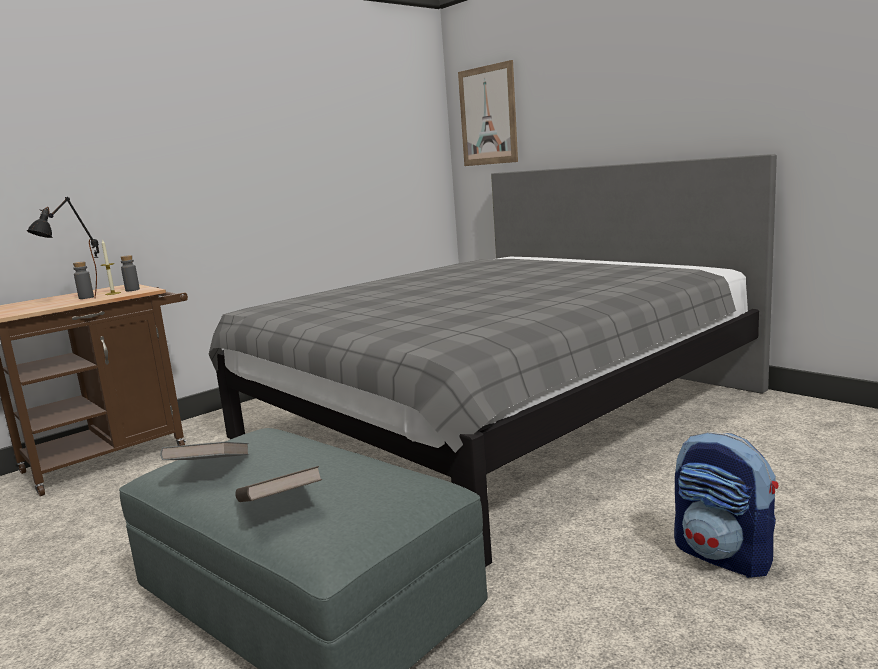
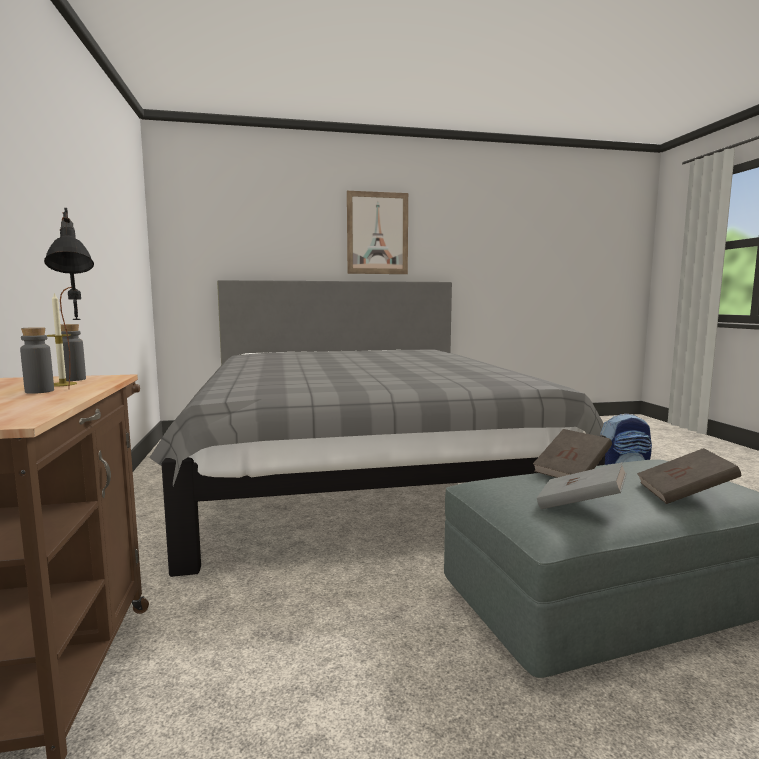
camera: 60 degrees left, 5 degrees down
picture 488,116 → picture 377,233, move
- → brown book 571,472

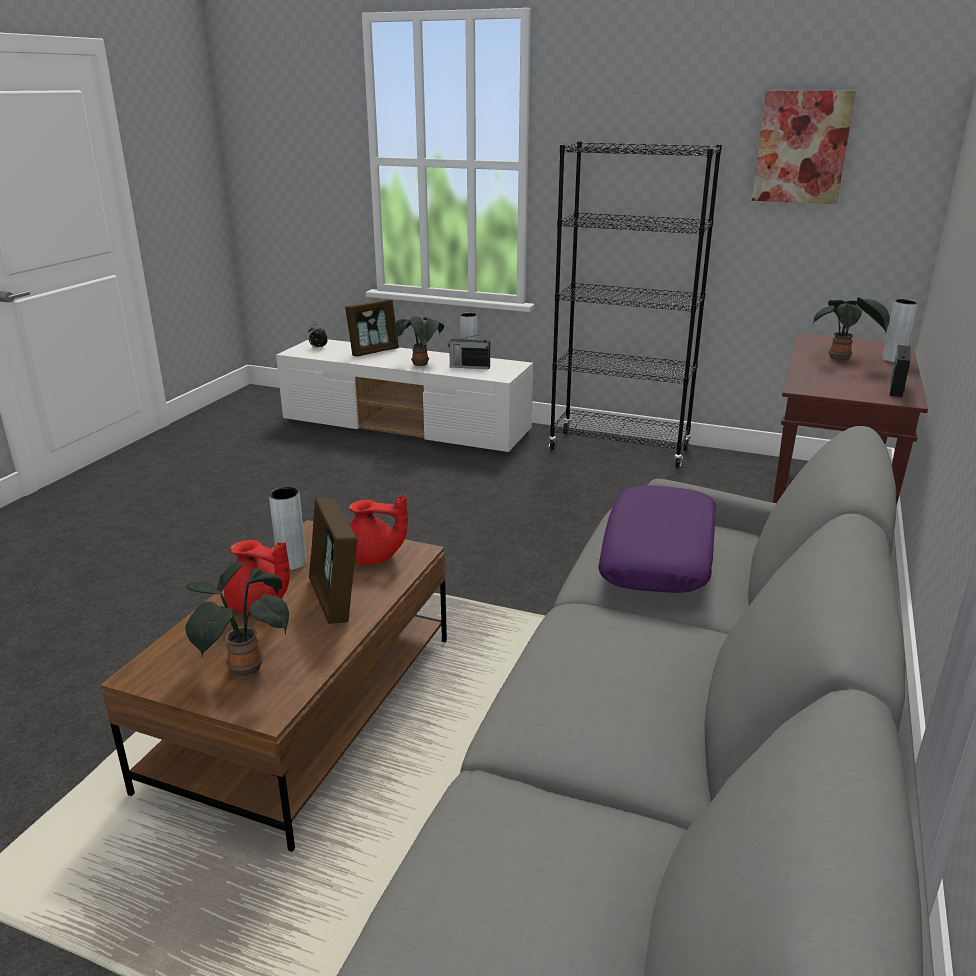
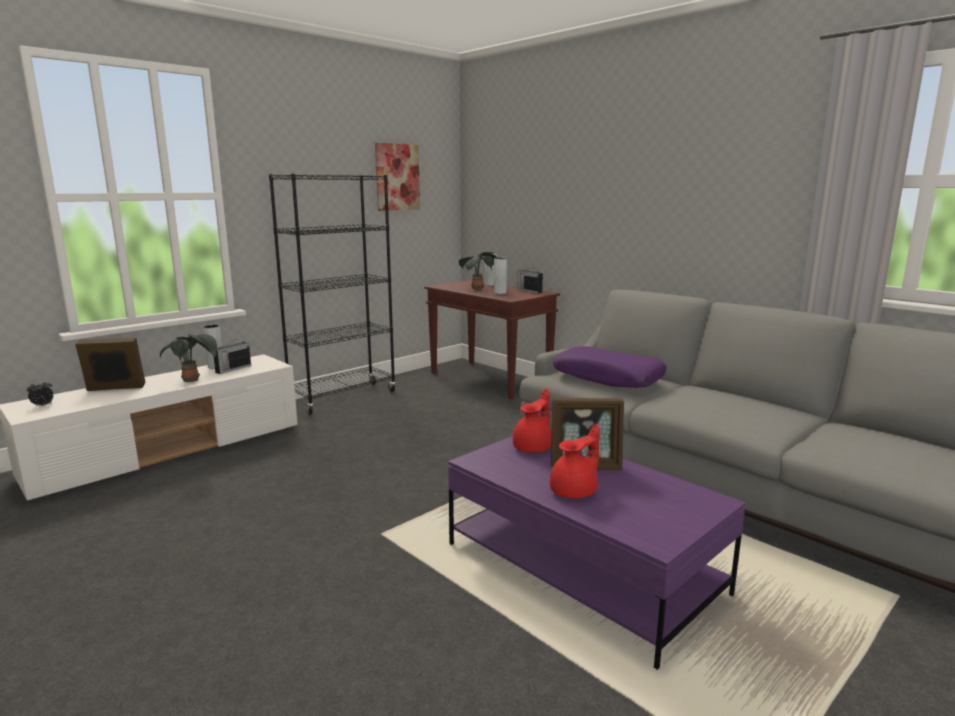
camera: 65 degrees left, 10 degrees down
photo frame 374,351 → photo frame 115,389, 90 degrees counterclockwise
greyish vase 292,563 → greyish vase 500,293, move
brown coffee table 307,710 → purple coffee table 582,569
houseplant 243,667 → -

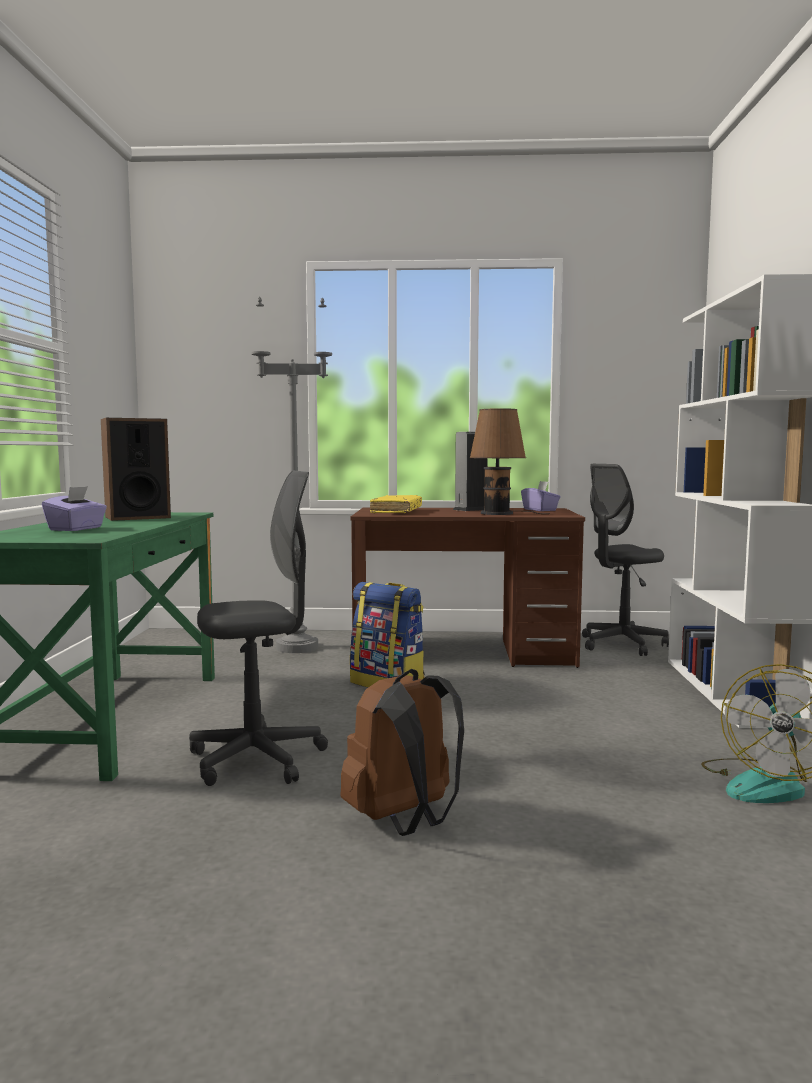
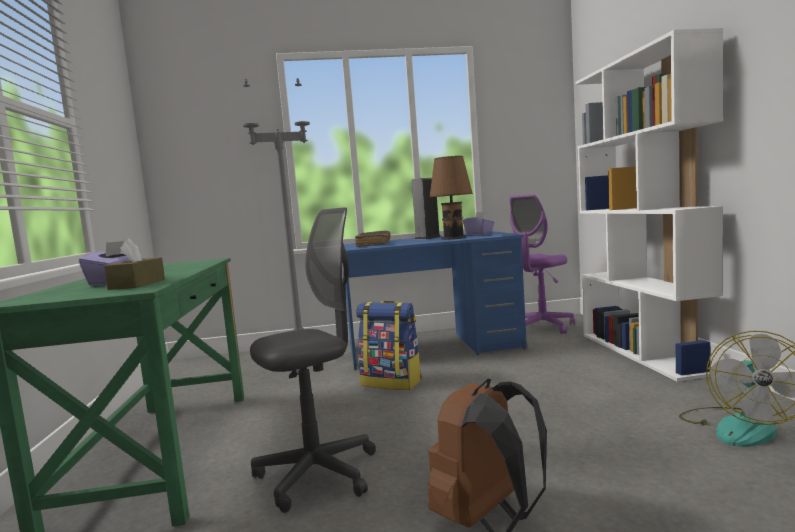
camera: 10 degrees left, 0 degrees up
speaker 137,517 → -
greyish computer chair 622,644 → purple computer chair 542,327
yellowish book 396,511 → brown book 374,244
brown desk table 464,653 → bluish desk table 434,348
- → brown box of tissues 137,284

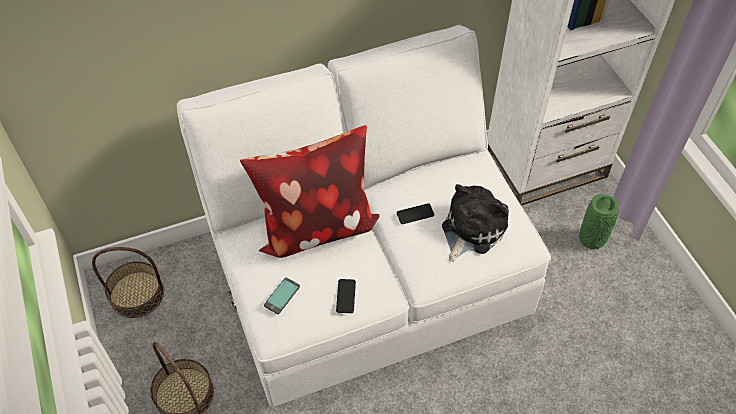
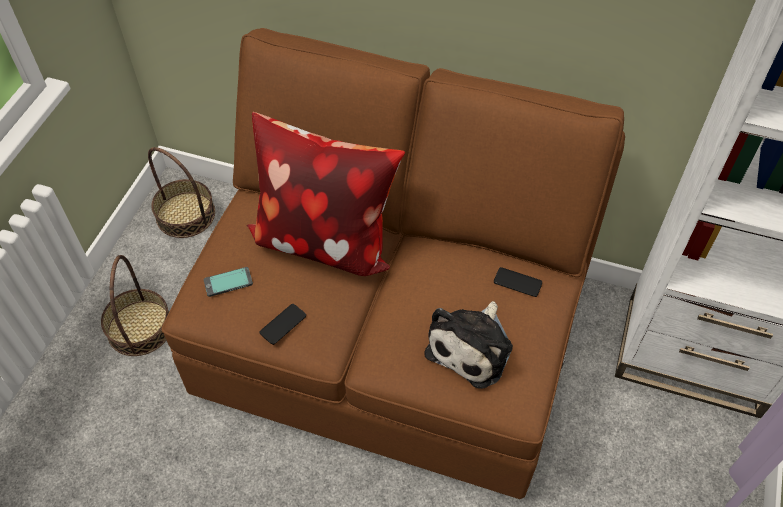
camera: 40 degrees right, 0 degrees up
white-coloured settee 367,277 → brown settee 391,340
plush toy 471,229 → plush toy 472,347, 135 degrees clockwise
green vase 592,238 → -
telephone 415,214 → telephone 517,282, move

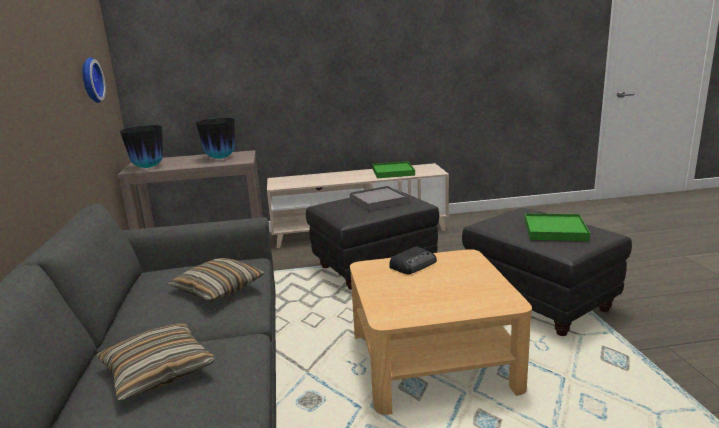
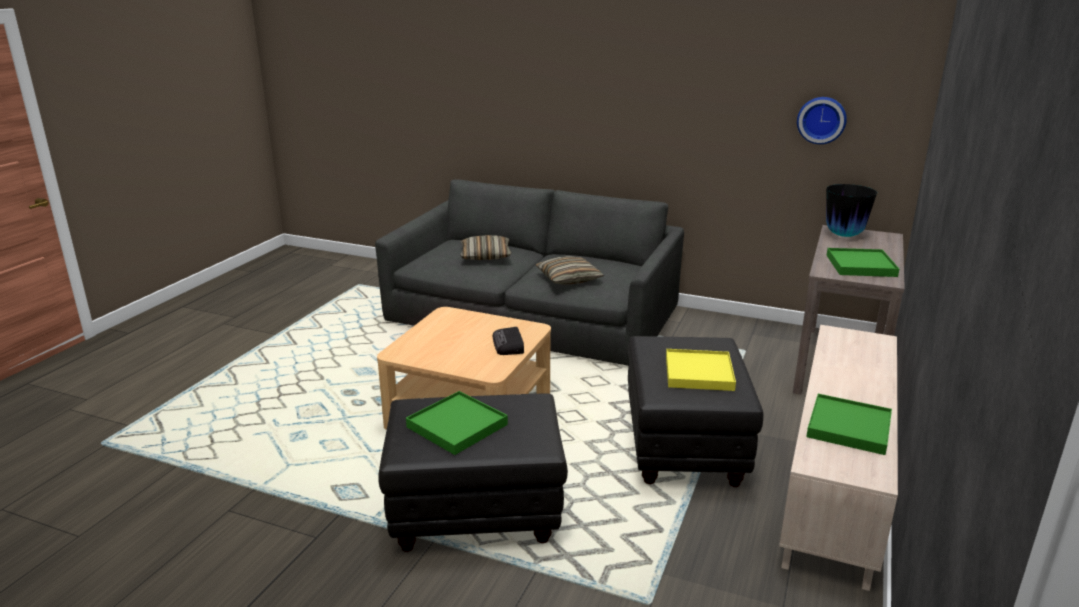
camera: 120 degrees right, 5 degrees up
vase 220,158 → green carrying tray 860,266
greyish carrying tray 378,200 → yellowish carrying tray 699,373

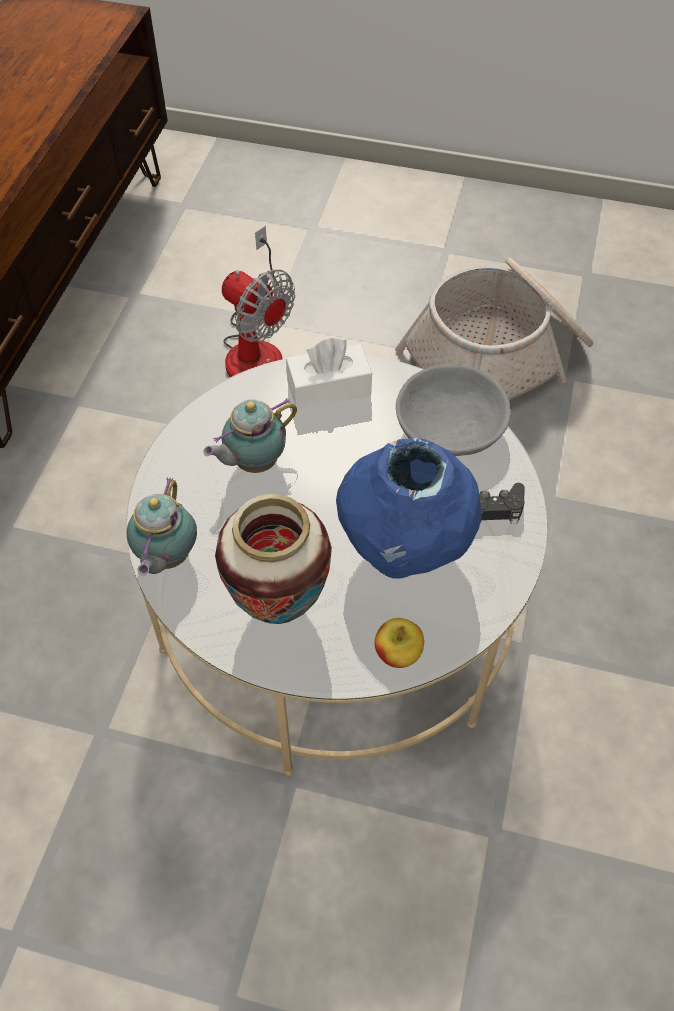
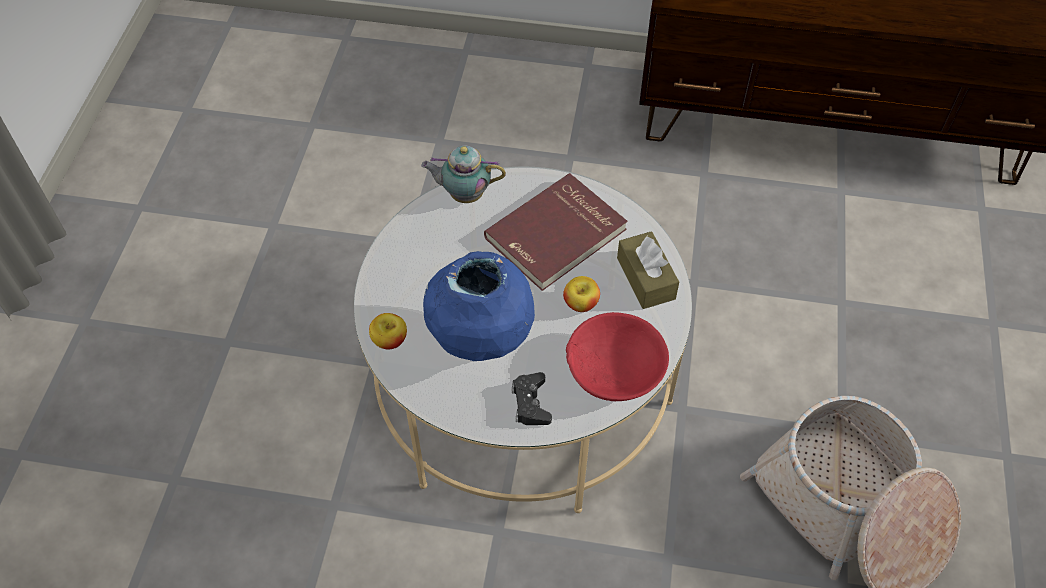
camera: 85 degrees right, 0 degrees up
electric fan 257,348 → -
white-coloured box of tissues 329,388 → brown box of tissues 646,278
greyish serving bowl 450,428 → reddish serving bowl 615,370
pot for tea 253,463 → reddish book 557,235
vase 278,607 → -
- → whole apple 581,303

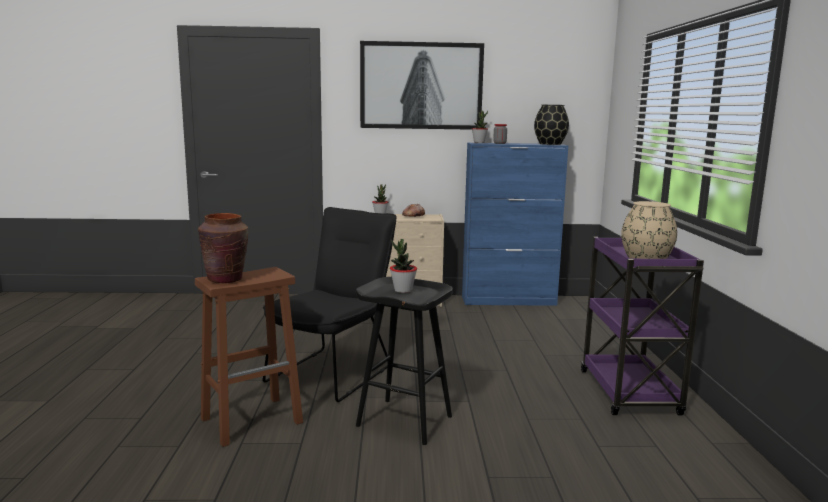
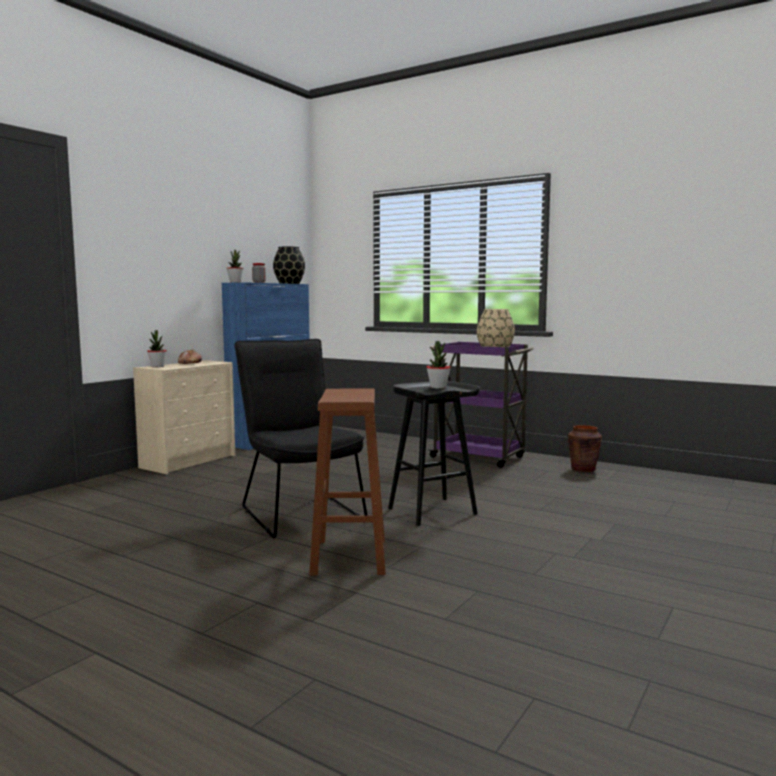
camera: 55 degrees left, 5 degrees down
picture 421,86 → -
brown vase 225,279 → brown vase 583,469, move

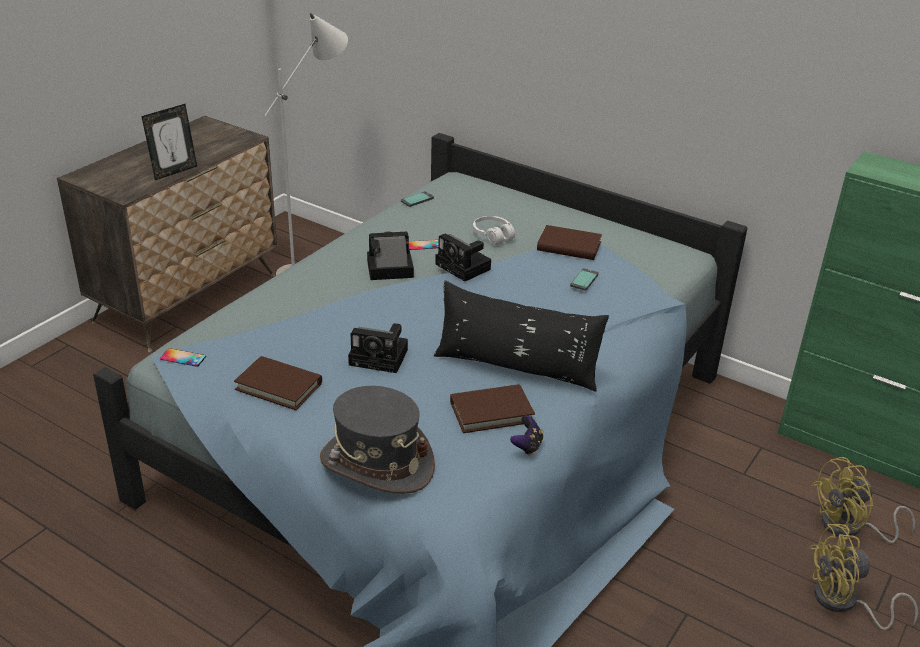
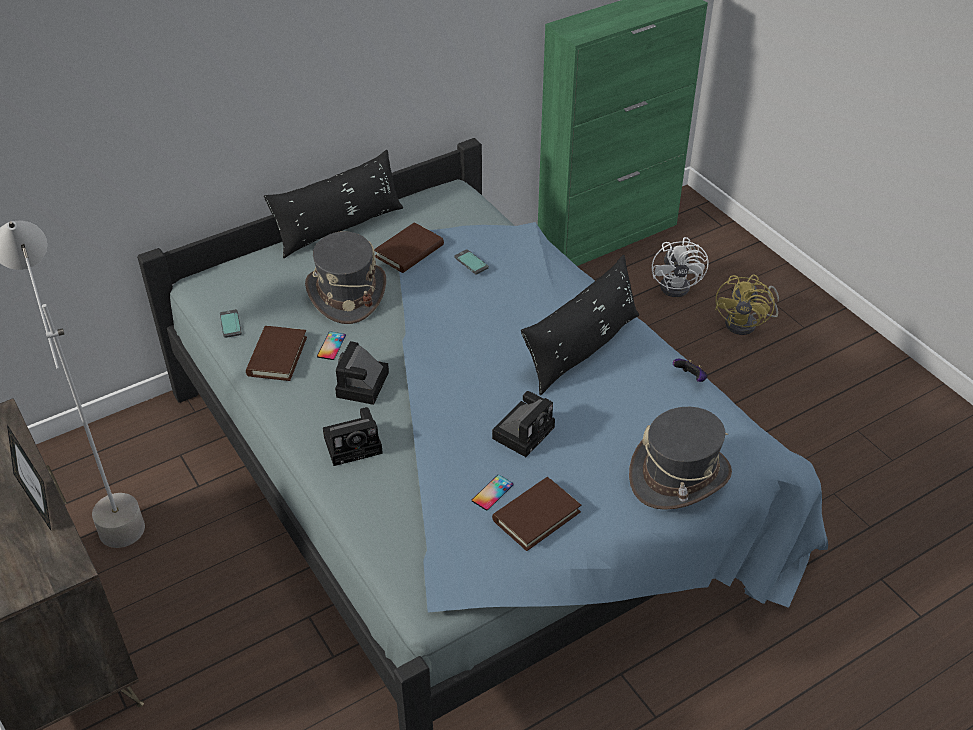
camera: 65 degrees left, 10 degrees up
white-coloured pair of headphones 493,236 → greyish clothing hat 346,294
photo camera 465,267 → photo camera 355,444, move
telephone 183,358 → telephone 492,492, move
brown book 491,412 → brown book 277,356, move
yellowish electric fan 850,528 → white-coloured electric fan 679,285
- → blackish throw pillow 339,228

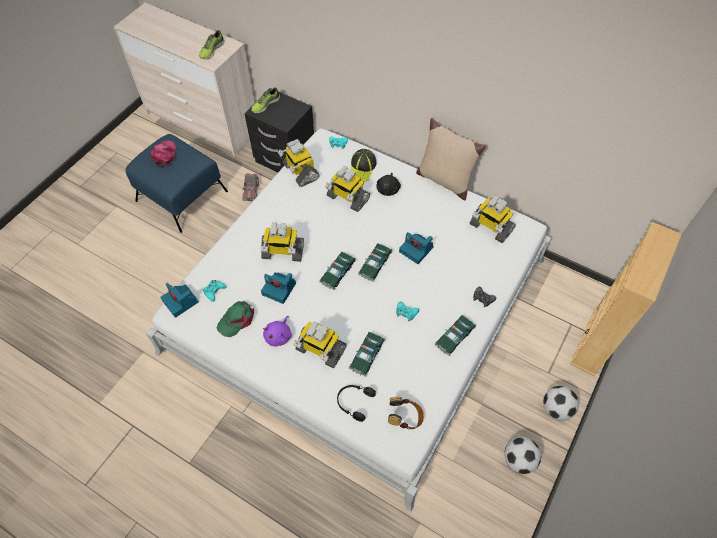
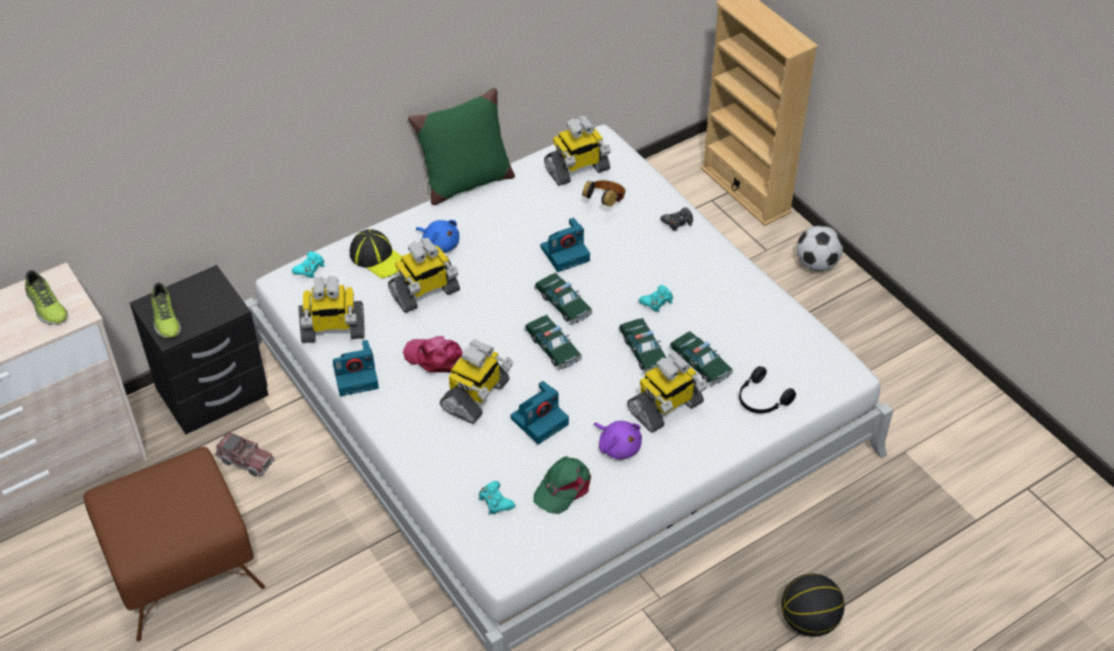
camera: 65 degrees left, 10 degrees down
sand-coloured throw pillow 444,180 → green throw pillow 465,183
bluish ottoman 181,195 → brown ottoman 179,564
pinkish baseball cap 164,155 → pinkish baseball cap 435,357, move
blackish plush toy 388,189 → bluish plush toy 439,245
photo camera 181,302 → photo camera 357,376, move
green baseball cap 237,319 → green baseball cap 563,487, 60 degrees clockwise
toy car 454,337 → toy car 643,351, move
pair of headphones 405,418 → pair of headphones 605,203, move
football 518,460 → -
- → basketball 809,621

